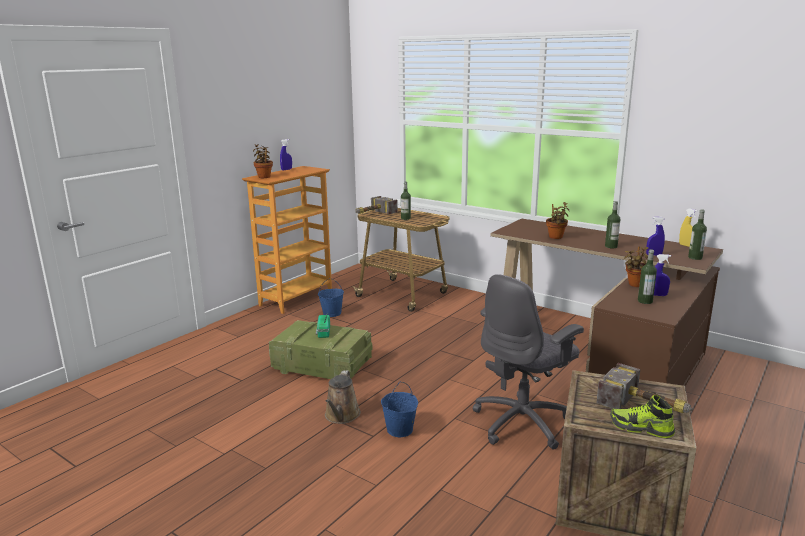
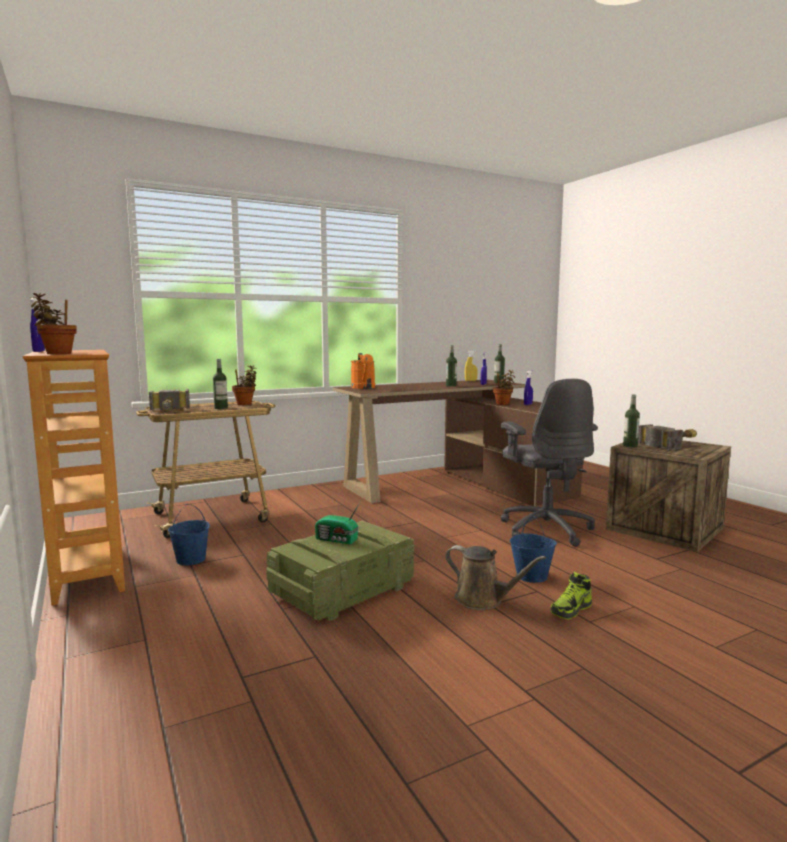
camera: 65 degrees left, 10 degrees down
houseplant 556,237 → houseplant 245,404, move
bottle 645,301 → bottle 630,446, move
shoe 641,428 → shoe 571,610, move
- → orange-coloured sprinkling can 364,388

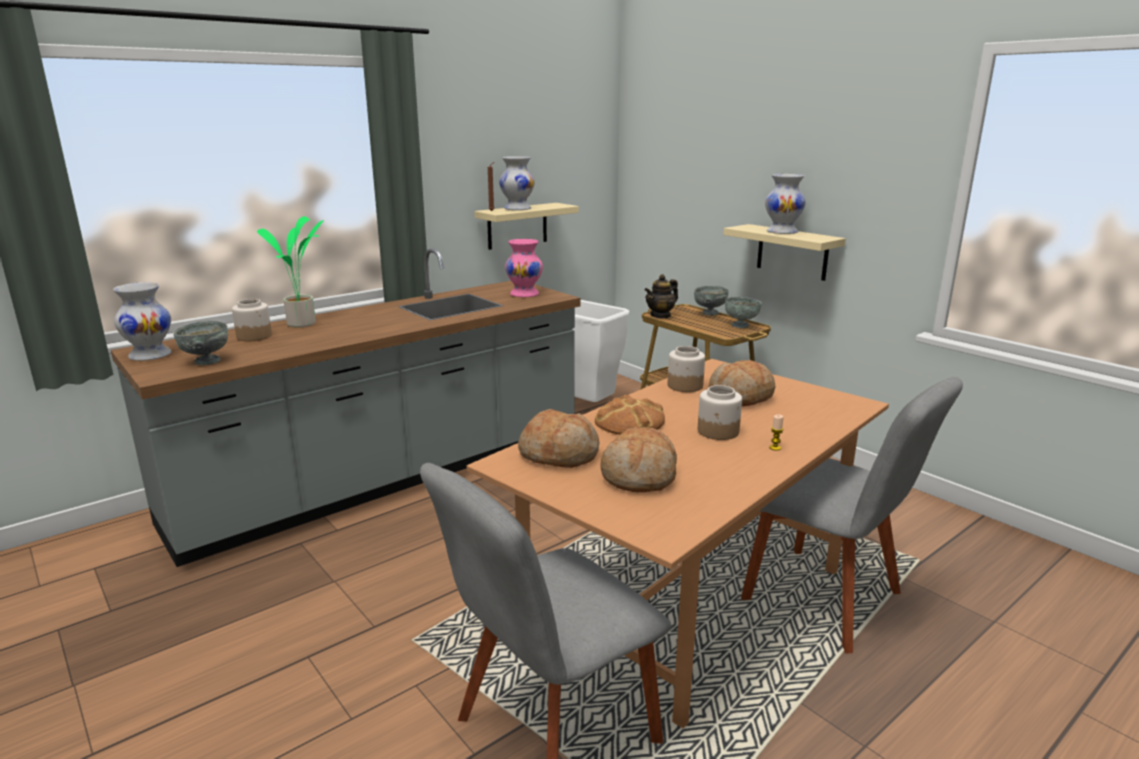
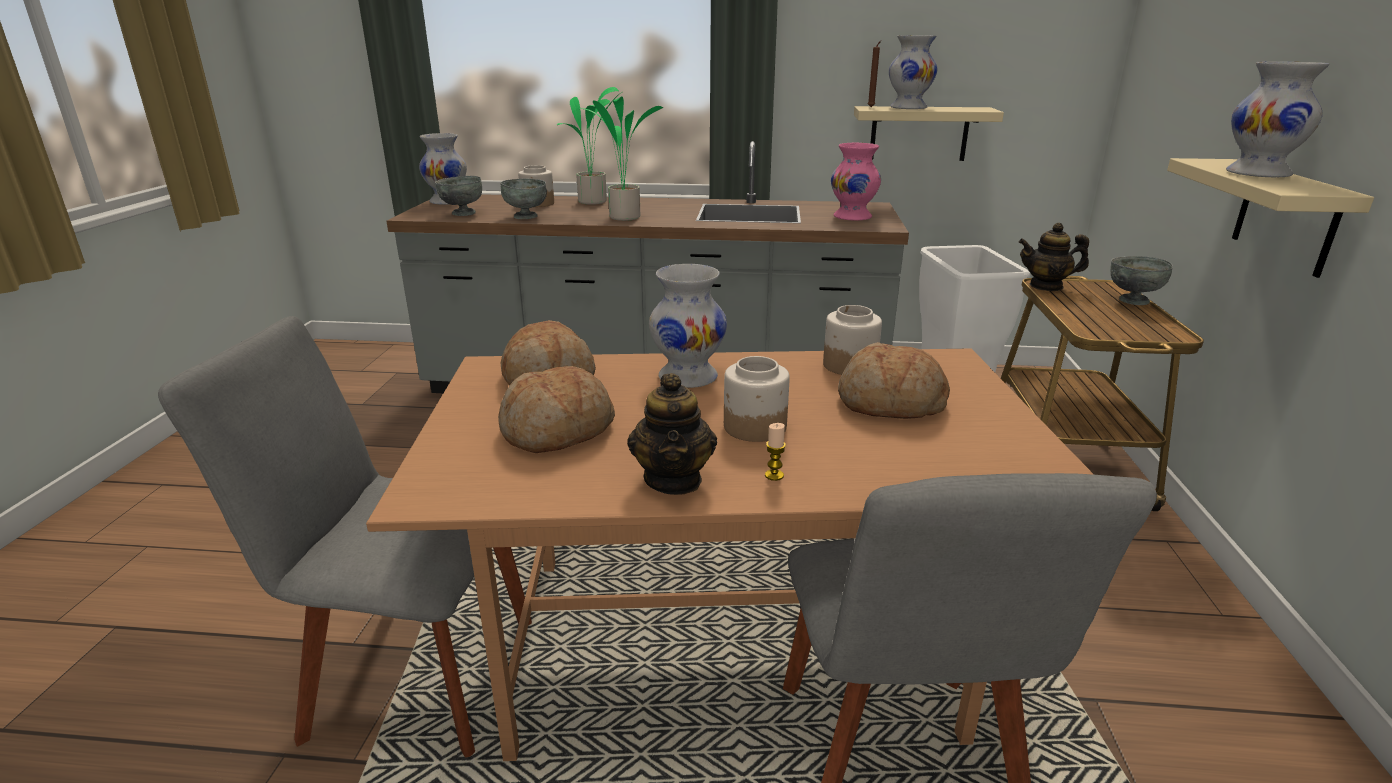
camera: 45 degrees right, 5 degrees up
greyish serving bowl 740,325 → greyish serving bowl 526,217, move
bakery bread 629,422 → white-coloured vase 687,378
- → houseplant 622,218
- → pot for tea 673,479

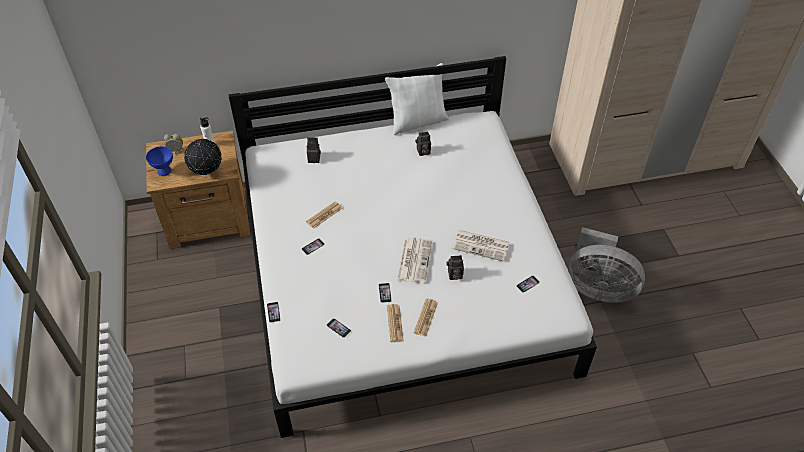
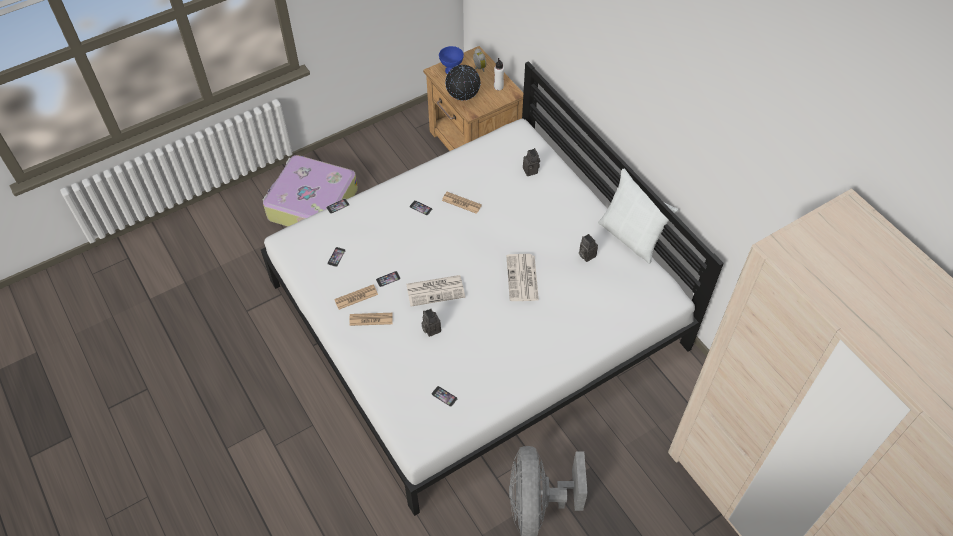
camera: 70 degrees right, 5 degrees up
daily paper 482,245 → daily paper 522,278, move
- → suitcase 311,204

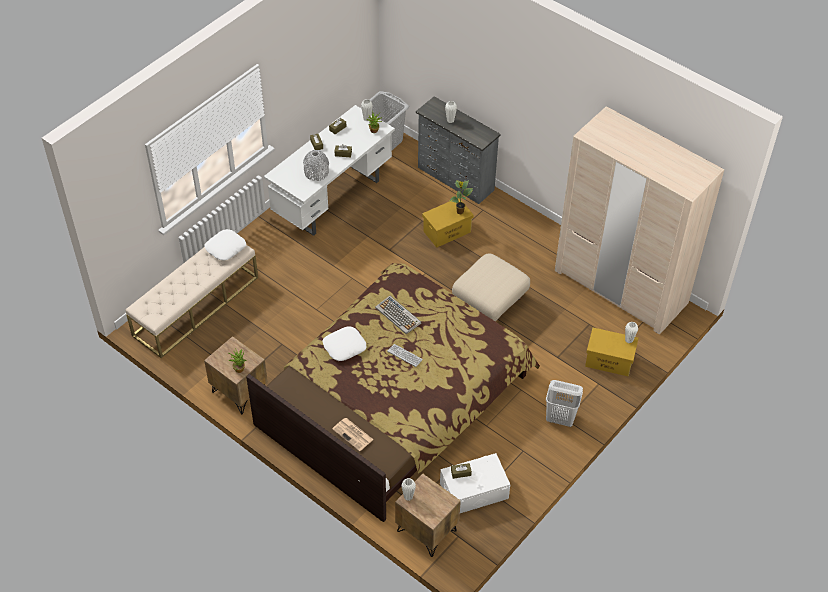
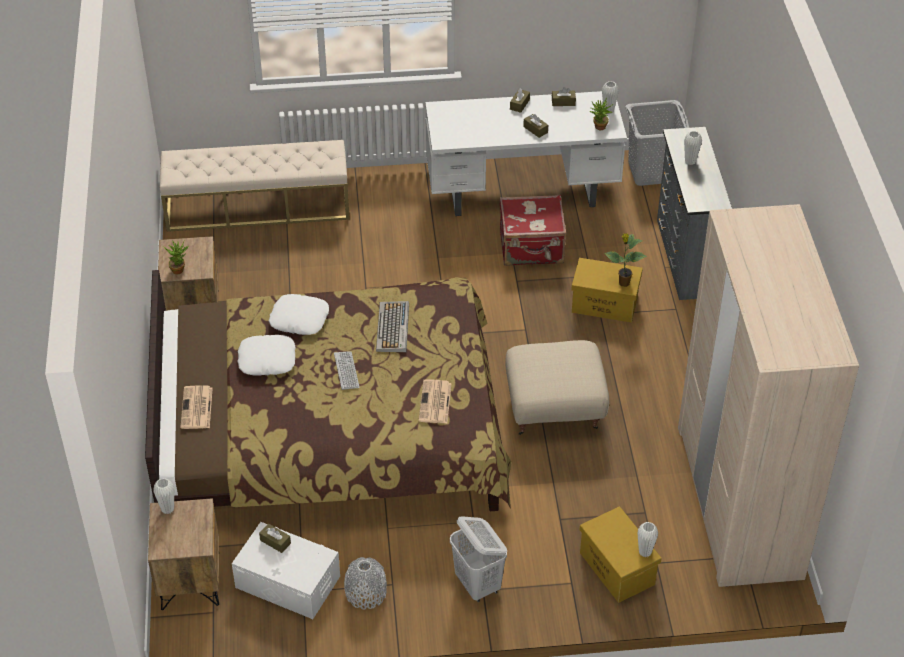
camera: 45 degrees right, 5 degrees down
greyish vase 316,172 → greyish vase 366,593, move
white-coloured throw pillow 225,247 → white-coloured throw pillow 267,359, move
- → reddish suitcase 532,248
- → daily paper 435,403

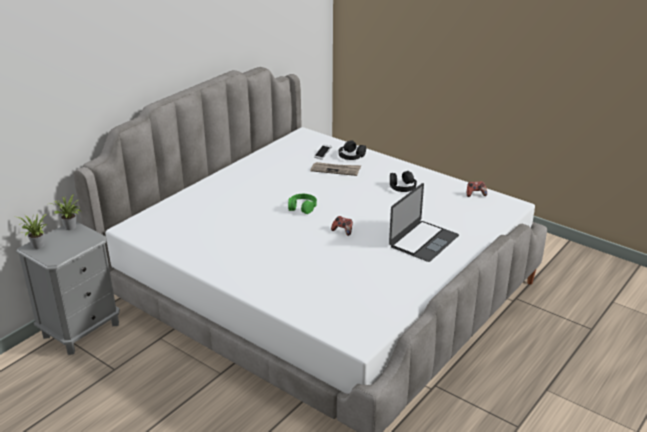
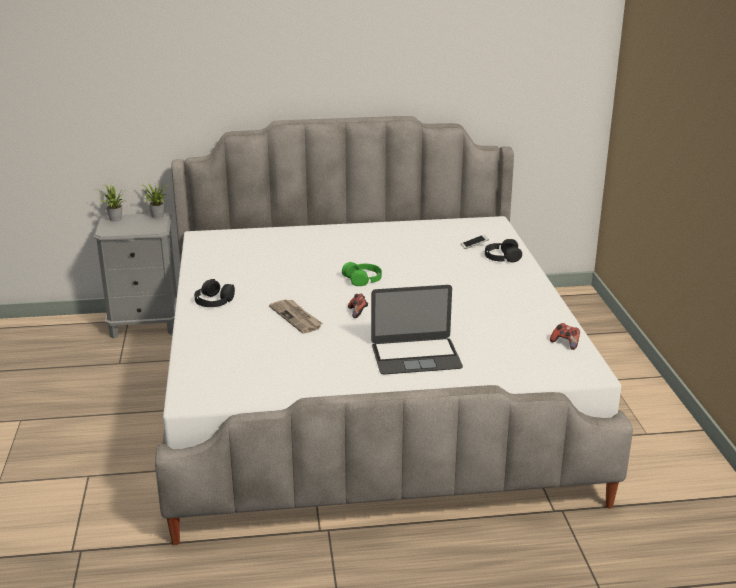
camera: 45 degrees right, 5 degrees down
daily paper 336,170 → daily paper 296,317, move
blackish pair of headphones 402,186 → blackish pair of headphones 214,301, move

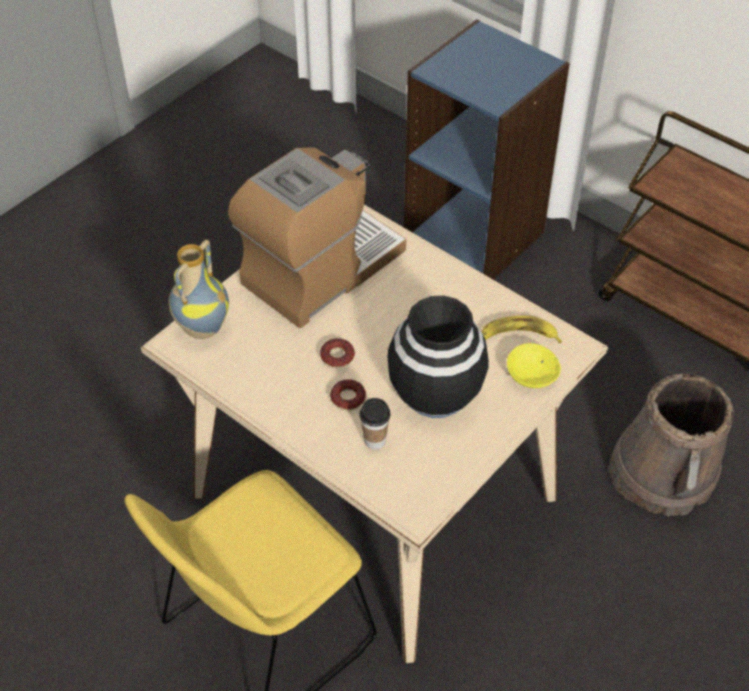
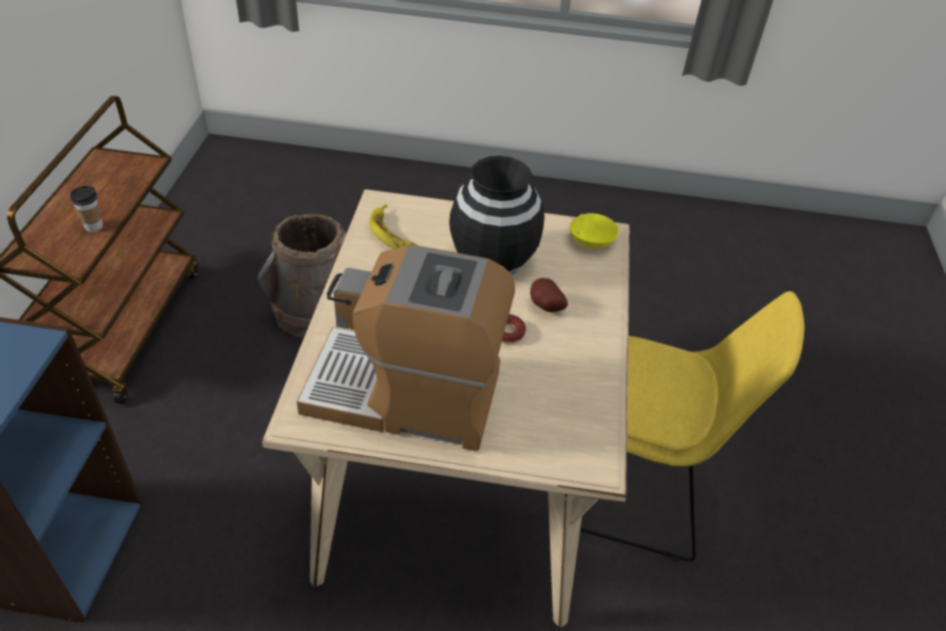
camera: 125 degrees left, 5 degrees down
vase 201,327 → -
yellowish serving bowl 530,375 → yellowish serving bowl 592,241, move
ring doughnut 348,398 → potato 545,307
small cup 374,440 → small cup 94,226, move

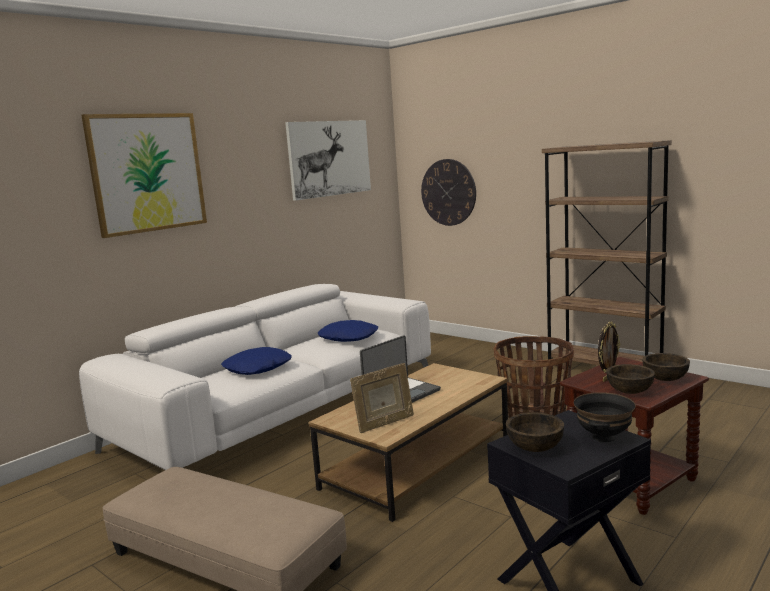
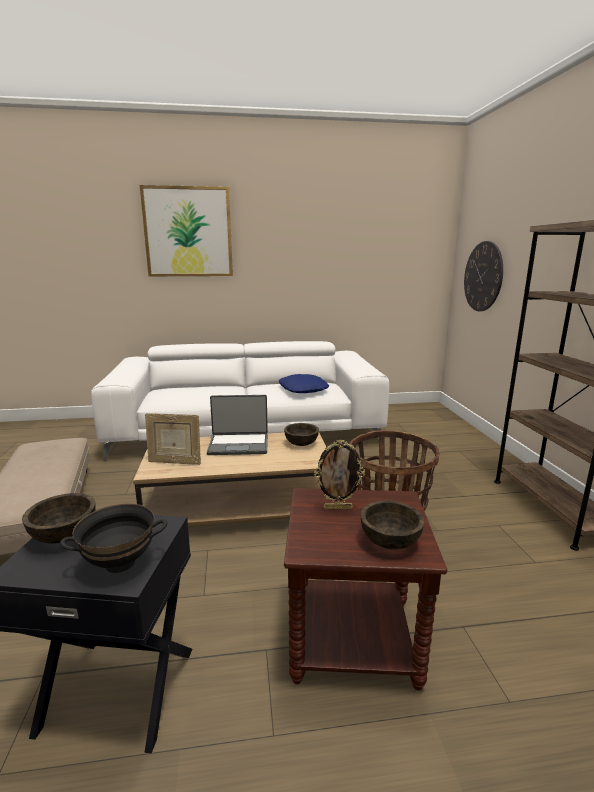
camera: 40 degrees right, 5 degrees up
picture 329,158 → -
bluish throw pillow 258,368 → -
brown serving bowl 629,391 → brown serving bowl 301,443, move

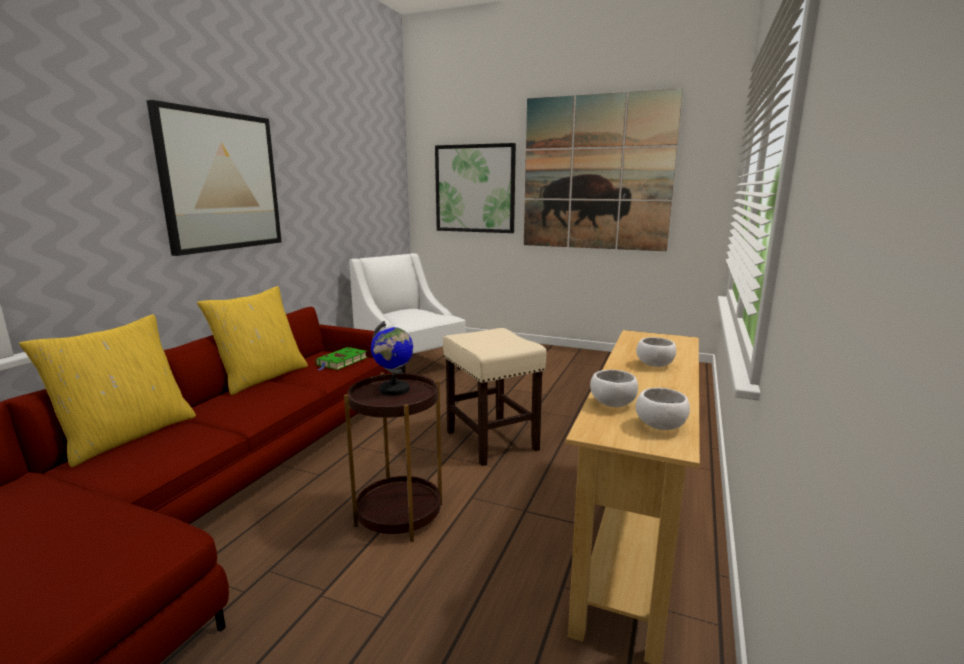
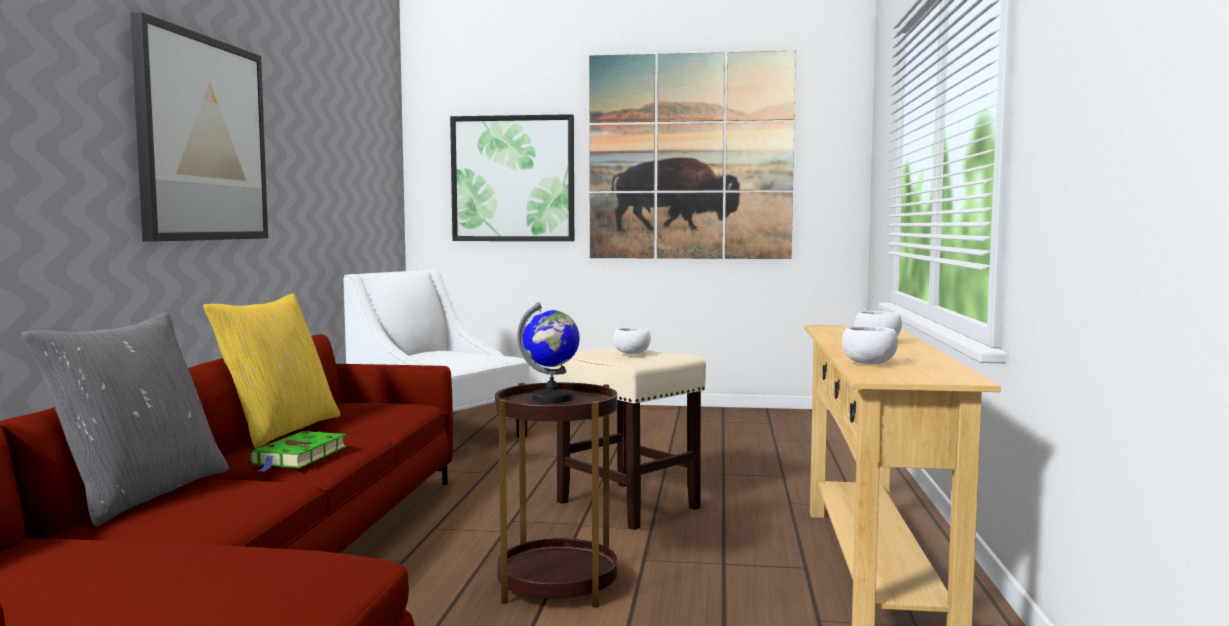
camera: 15 degrees left, 10 degrees down
yellowish throw pillow 128,435 → greyish throw pillow 141,494
green book 341,362 → green book 299,457, move
white-coloured serving bowl 661,426 → white-coloured serving bowl 632,354, move

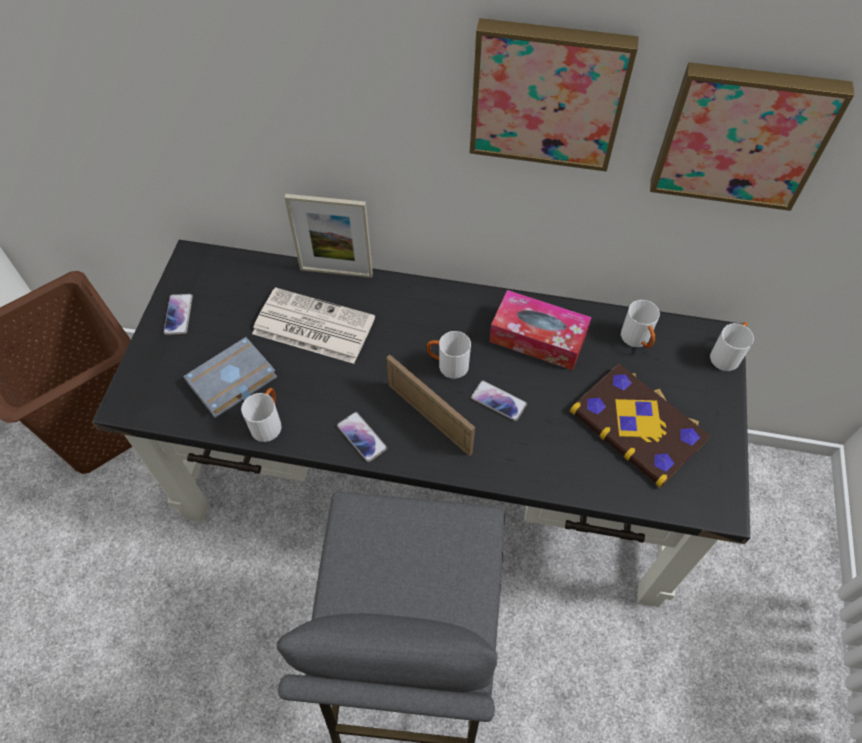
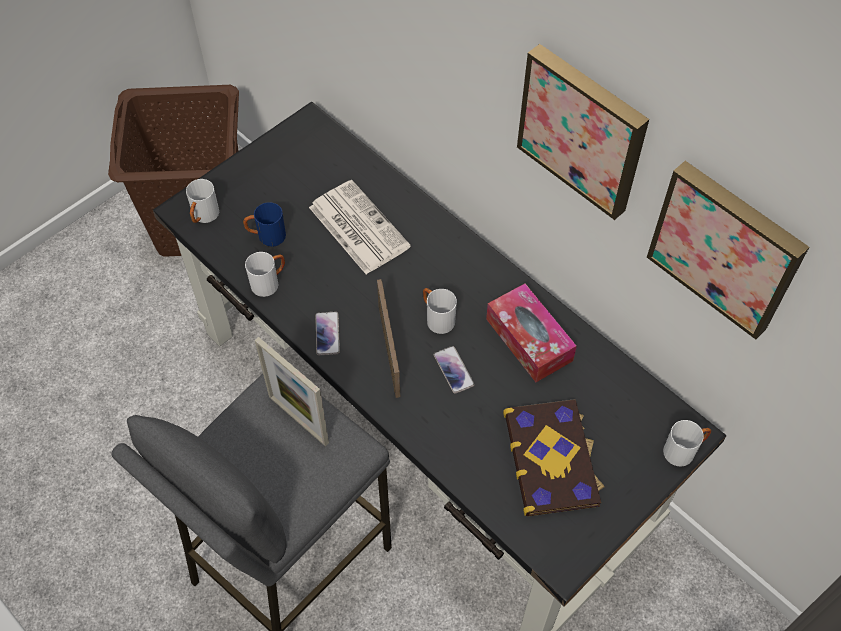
camera: 35 degrees right, 0 degrees up
photo frame 336,272 → photo frame 298,419, move
telephone 178,314 → -
white-coloured mug 637,340 → white-coloured mug 204,217, move
greyish book 232,382 → bluish mug 266,236

